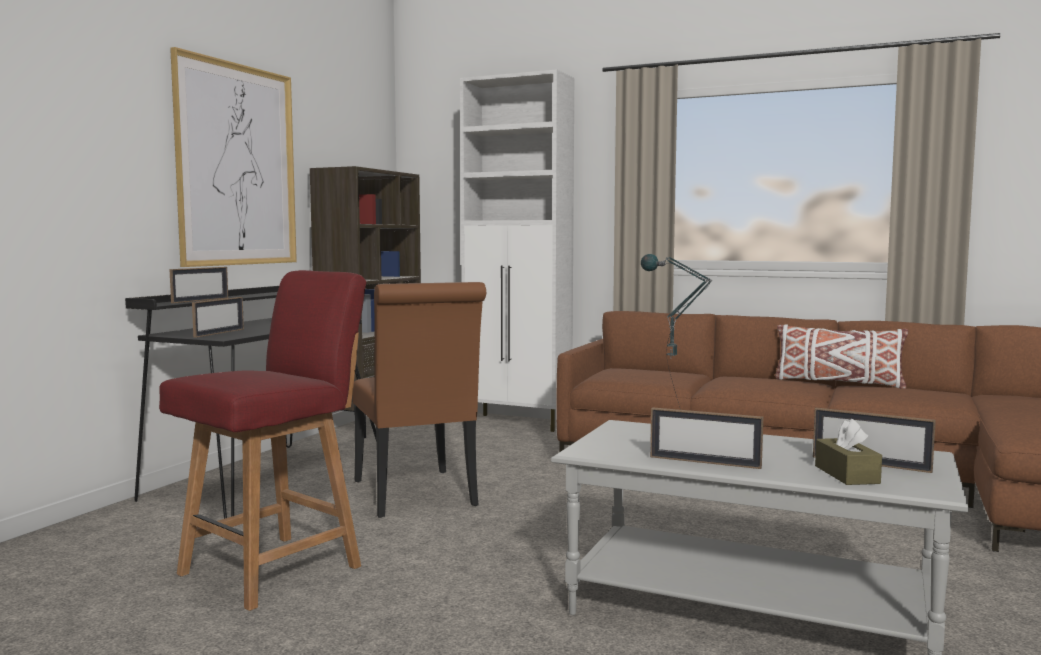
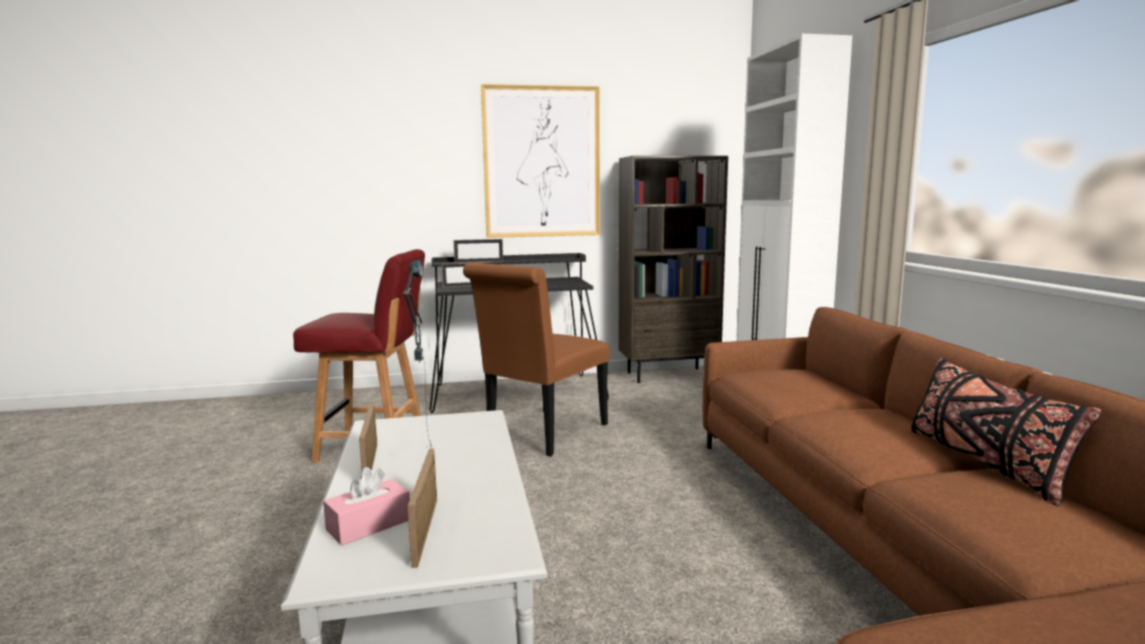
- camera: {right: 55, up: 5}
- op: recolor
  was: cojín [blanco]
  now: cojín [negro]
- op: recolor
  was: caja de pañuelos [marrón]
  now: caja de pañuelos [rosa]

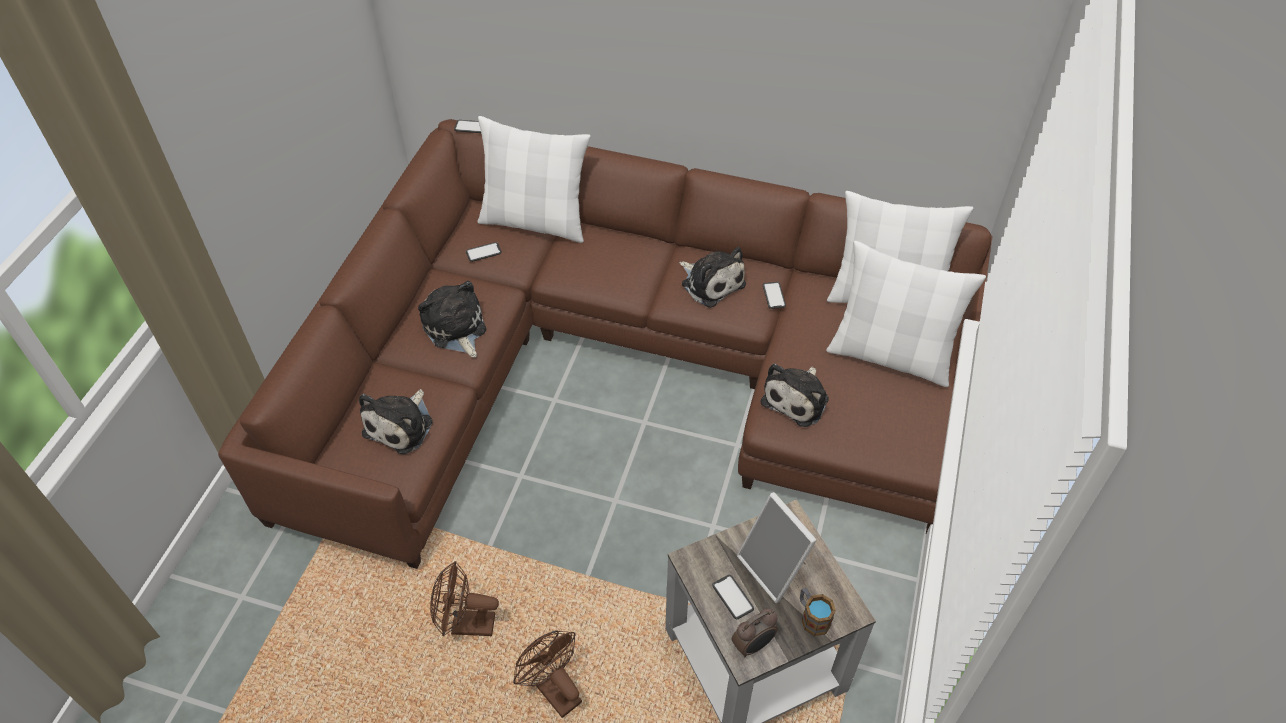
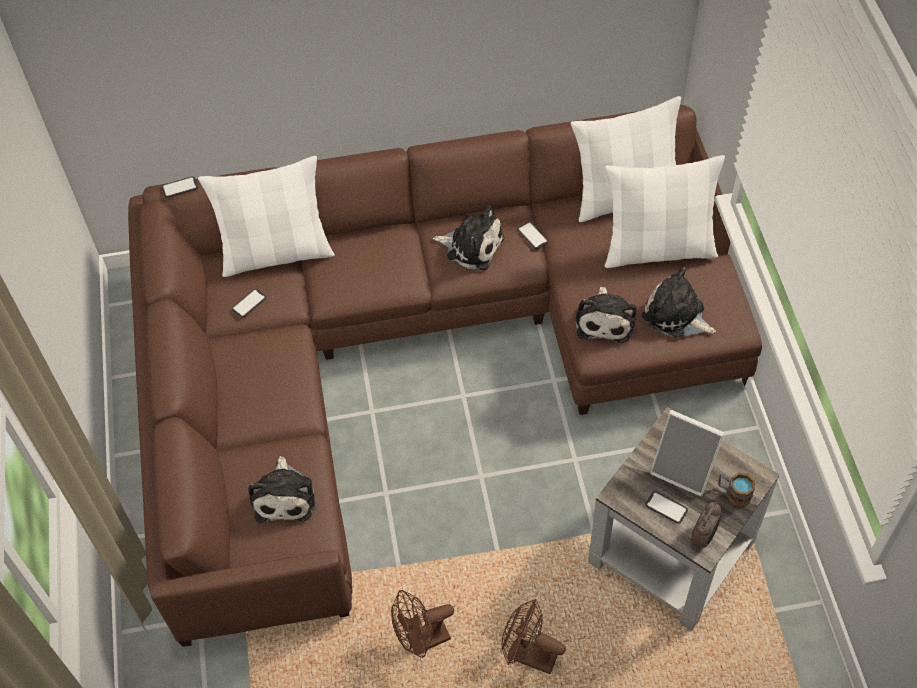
- camera: {right: -25, up: 5}
- op: move
  was: peluche (2nd from left in the first image)
  now: peluche (4th from left)

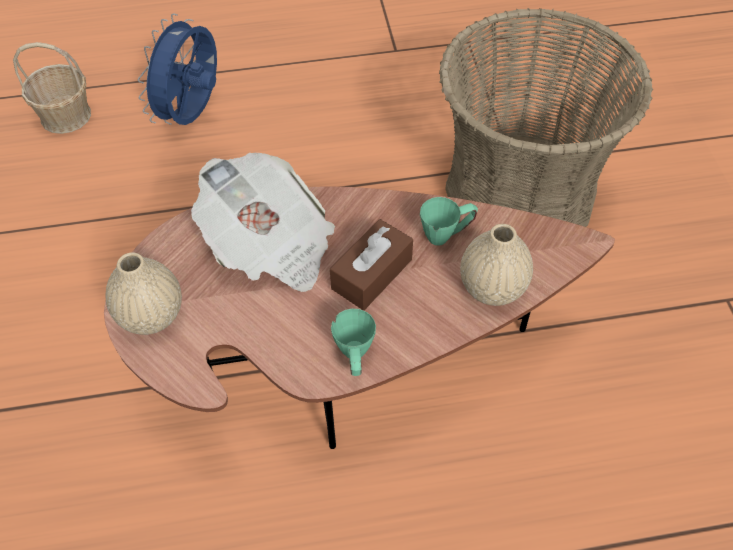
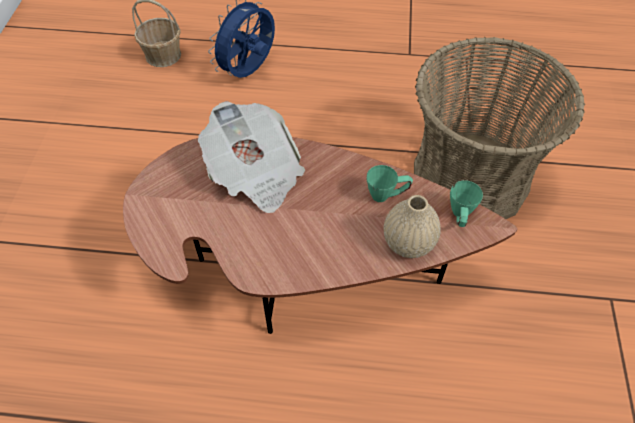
- camera: {right: 15, up: 0}
- op: delete
  was: florero [beis] (1st from left)
- op: delete
  was: caja de pañuelos [marrón]
- op: move
  was: taza grande [verde] (1st from left in the first image)
  now: taza grande [verde] (2nd from left)

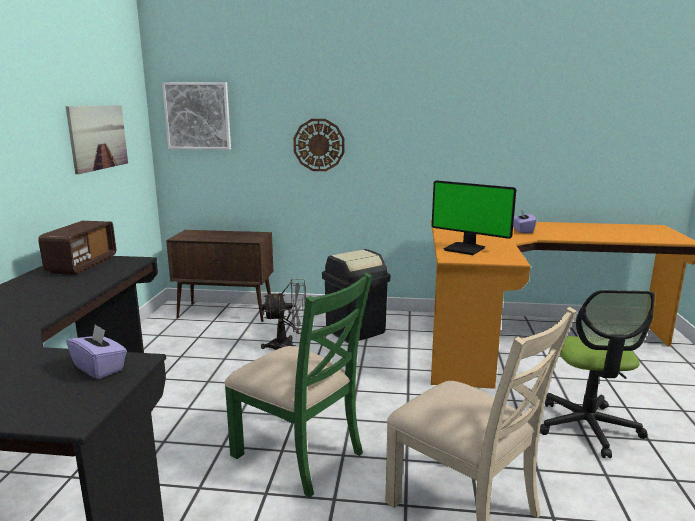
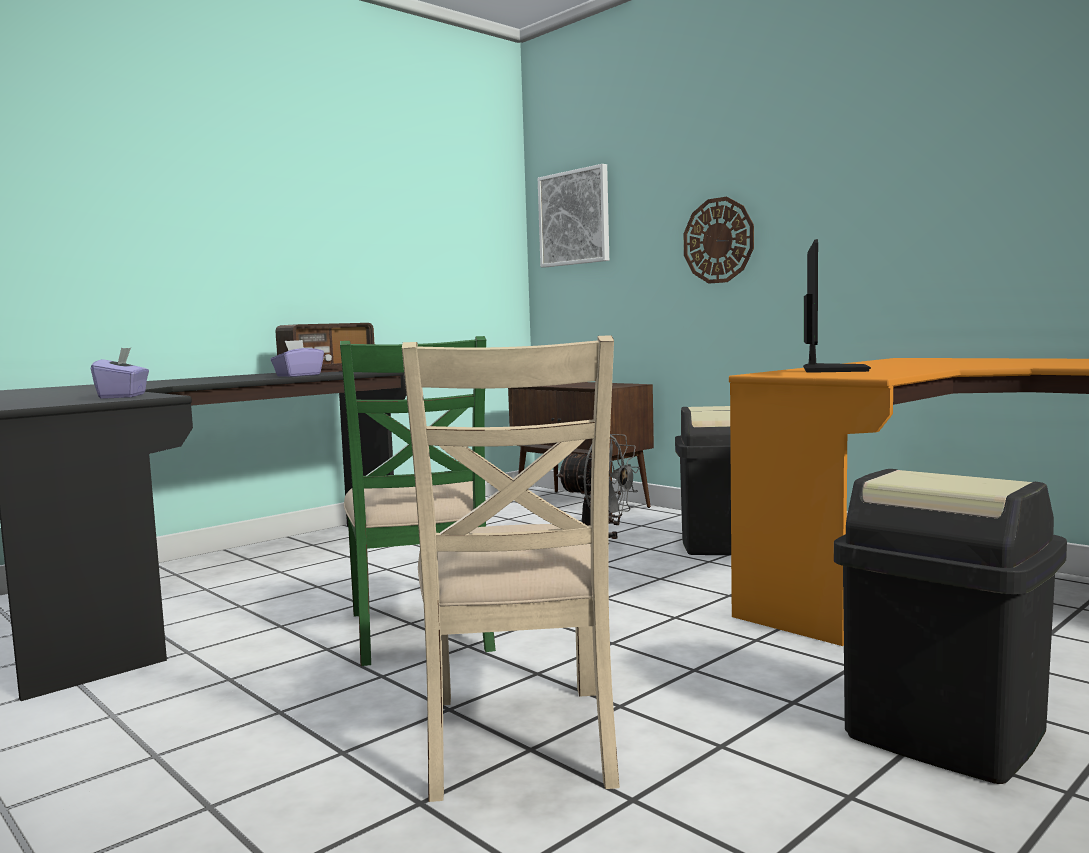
- camera: {right: 40, up: -10}
- op: delete
  was: cuadro (1st from left)
- op: move
  was: caja de pañuelos [morado] (2nd from left)
- op: replace
  was: silla de oficina
  now: papelera [negro] (2nd from left)
- op: rotate
  was: monitor
  clockwise: -150

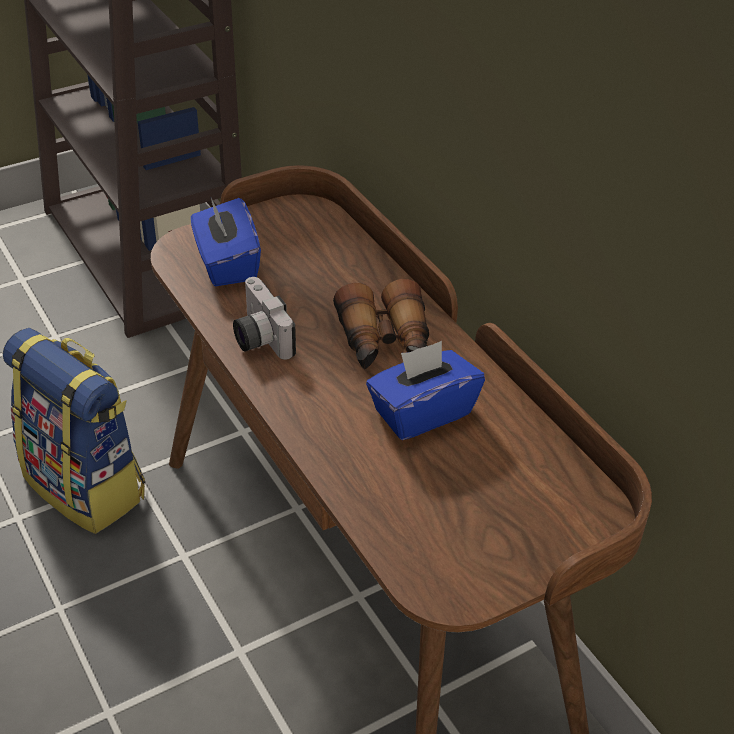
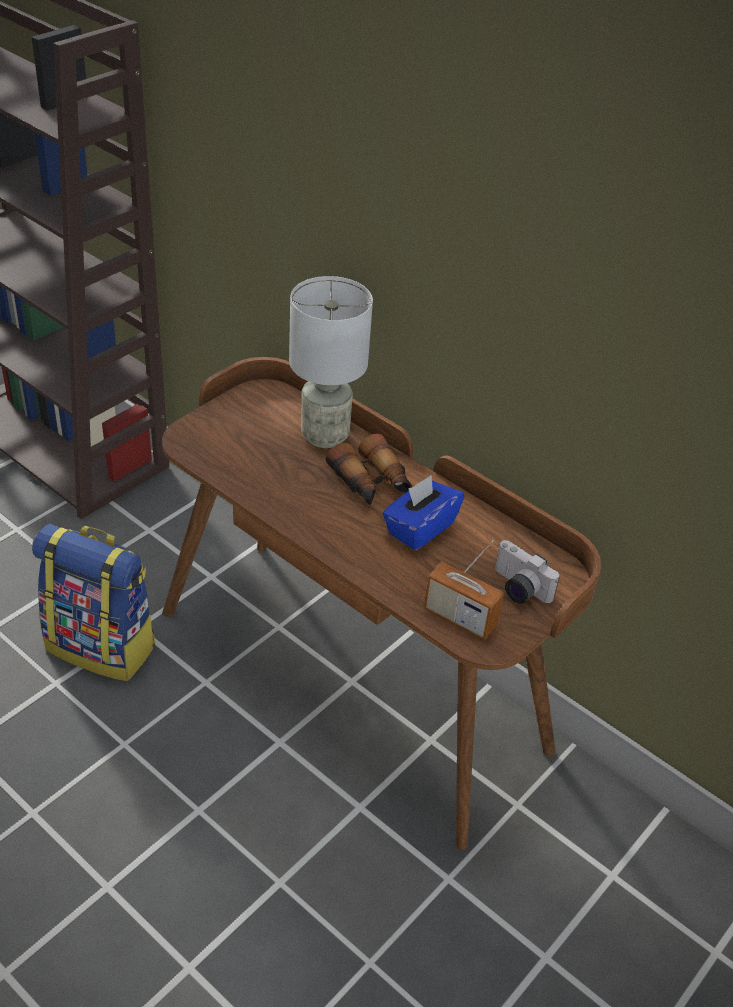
- camera: {right: -20, up: 0}
- op: delete
  was: caja de pañuelos [azul] (1st from left)
- op: insert
  now: lámpara de mesa [gris]
- op: insert
  now: radio
- op: move
  was: cámara

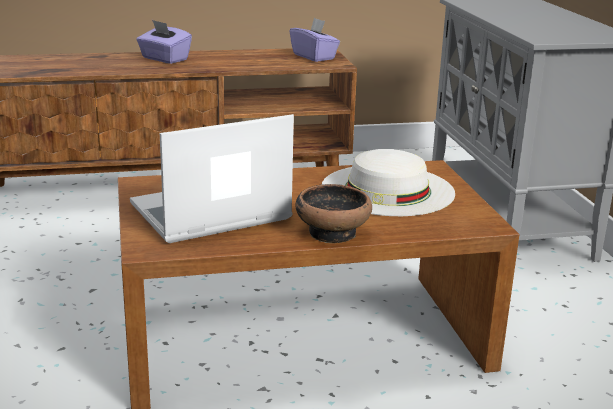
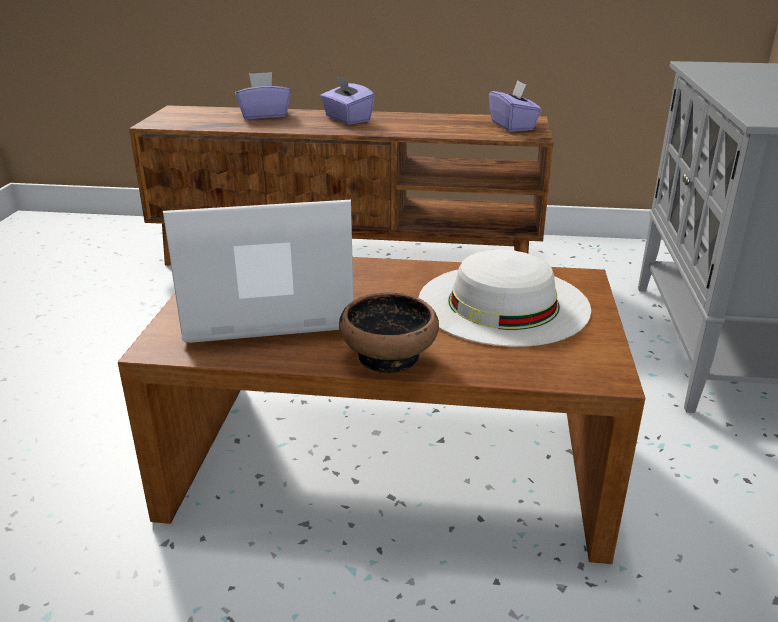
- camera: {right: 20, up: 5}
- op: insert
  now: caja de pañuelos [morado] (1st from left)

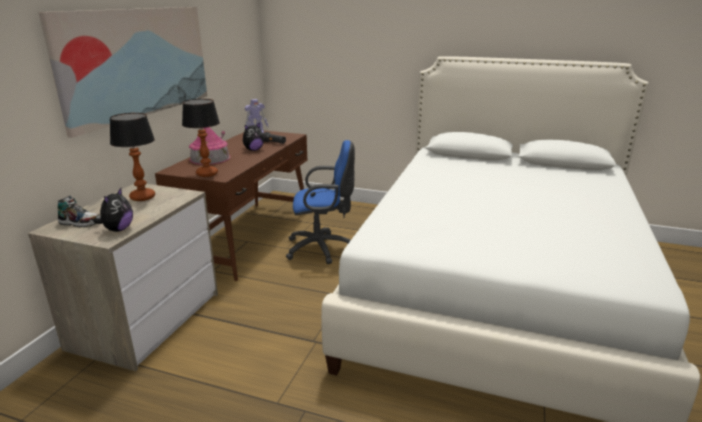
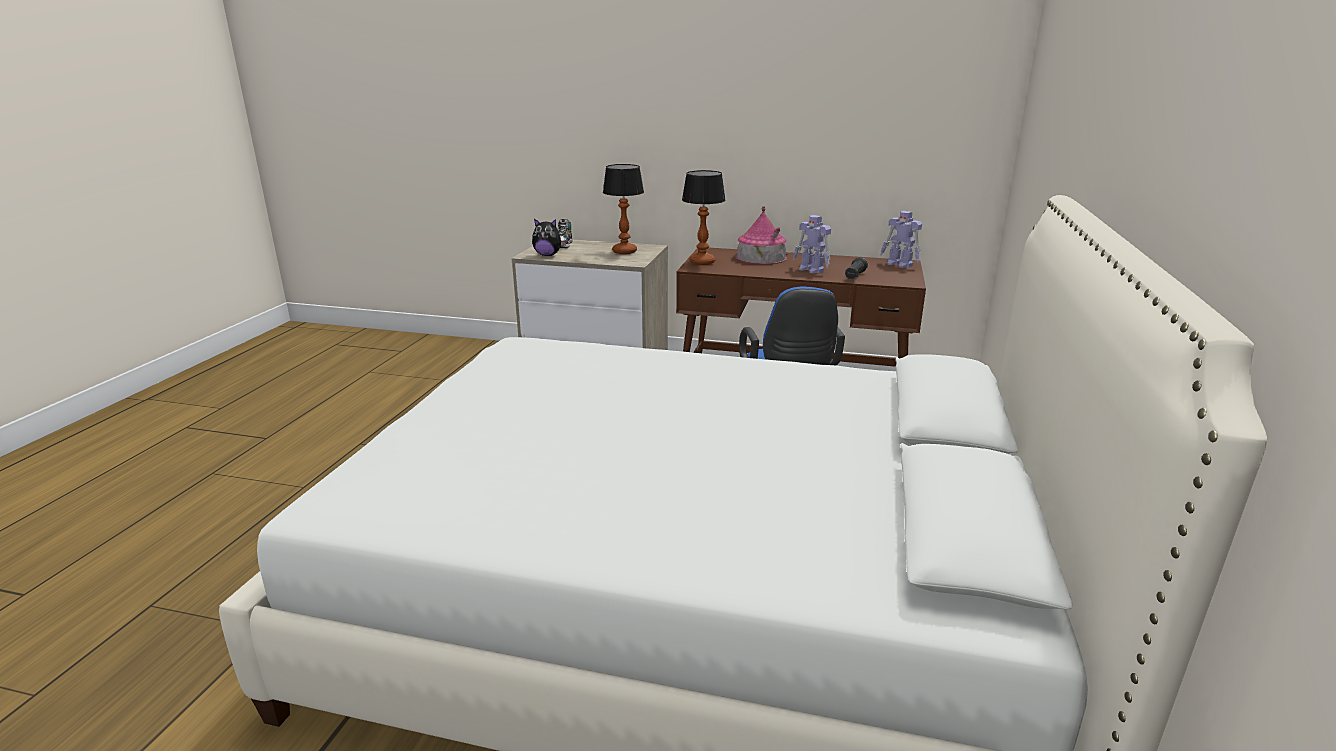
- camera: {right: 85, up: 0}
- op: delete
  was: cuadro
- op: replace
  was: peluche (2nd from left)
  now: robot de juguete (1st from left)

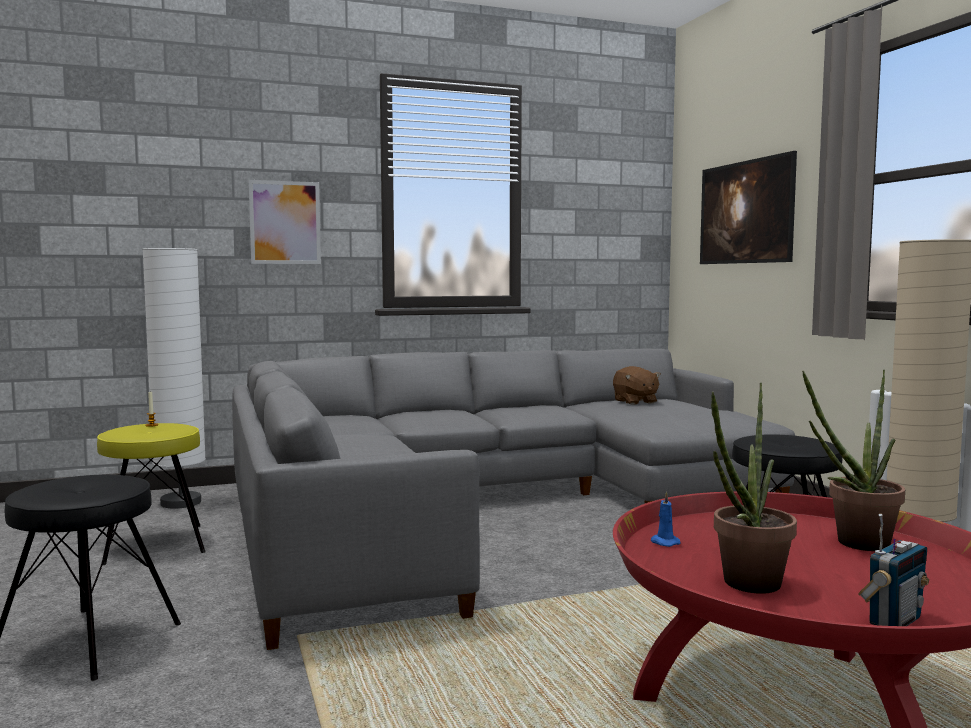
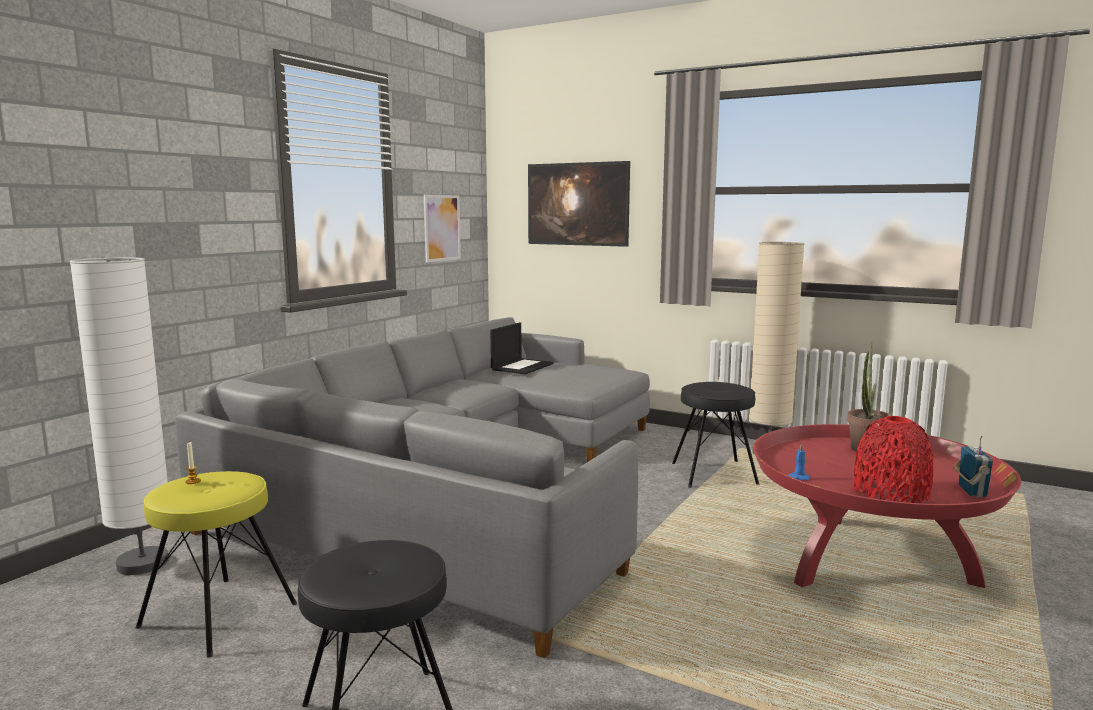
- camera: {right: -40, up: 5}
- op: move
  was: cuadro (1st from left)
- op: replace
  was: peluche [marrón]
  now: portátil
- op: replace
  was: planta en maceta (1st from left)
  now: florero [rojo]

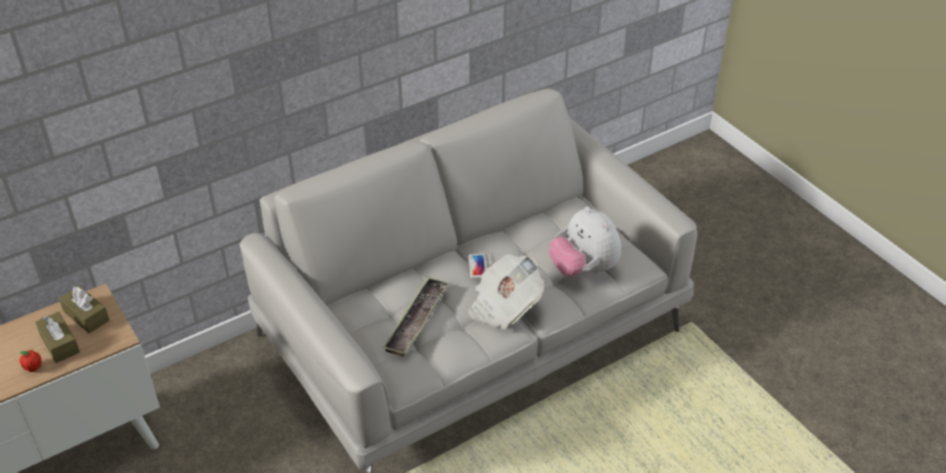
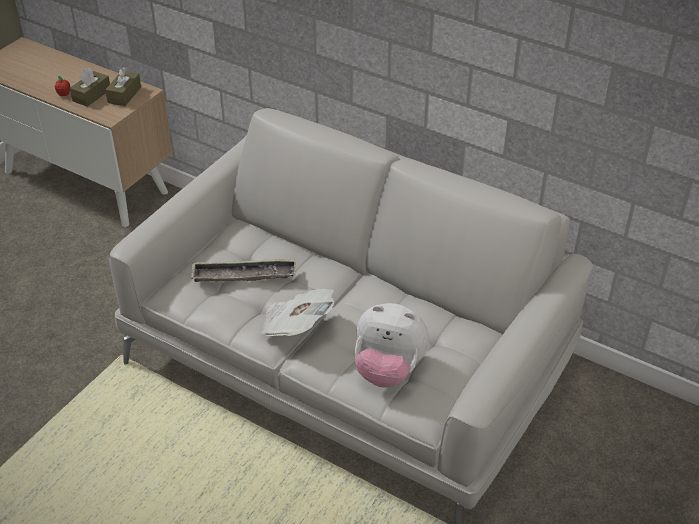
- camera: {right: 65, up: 0}
- op: delete
  was: móvil
- op: rotate
  was: peluche
  clockwise: -105

